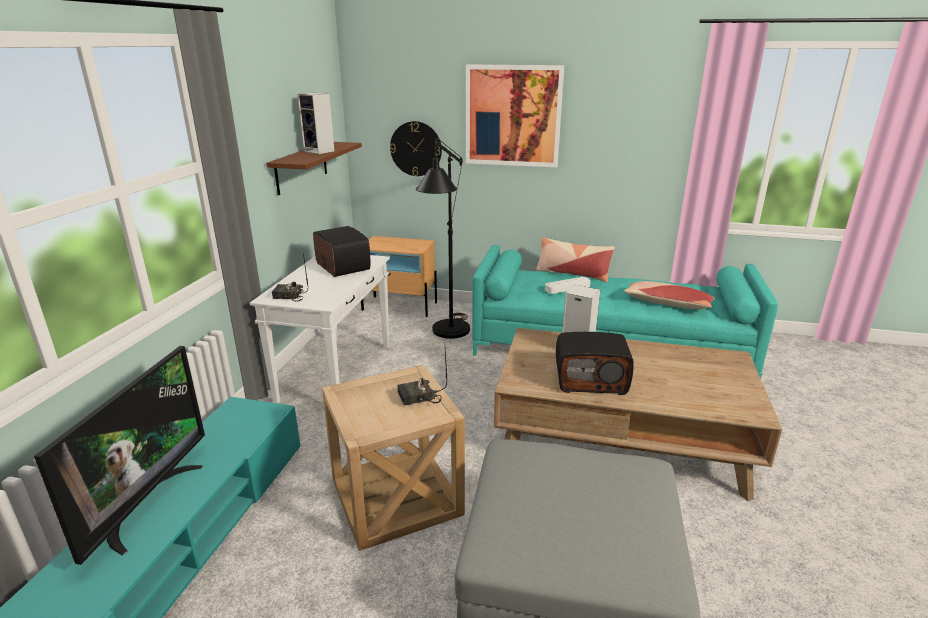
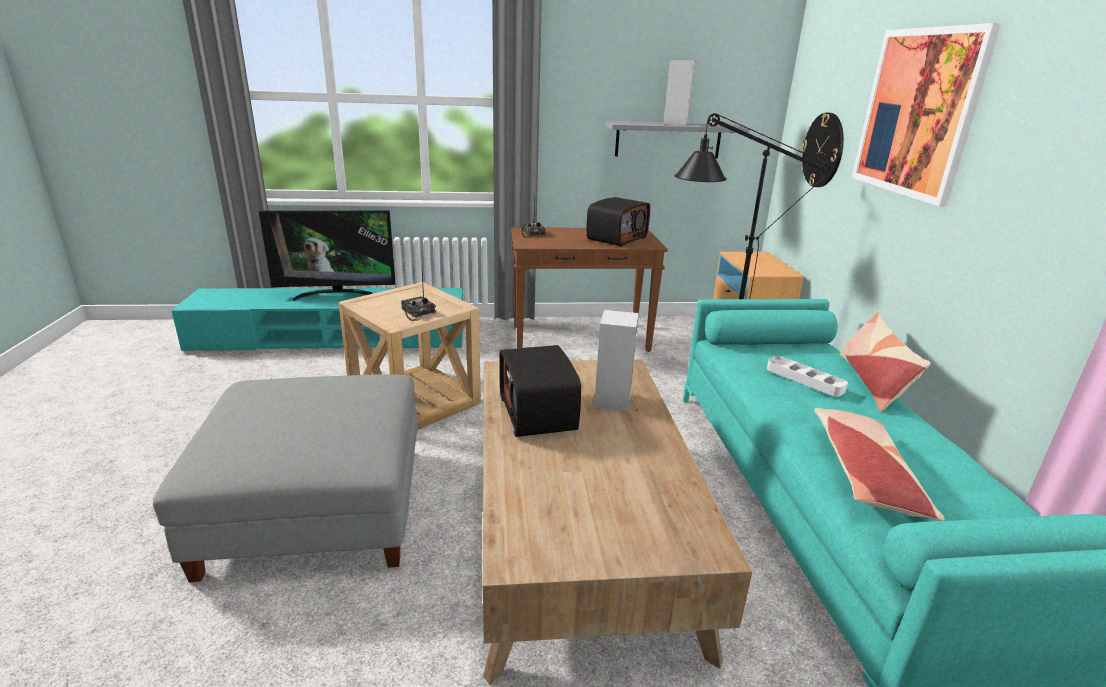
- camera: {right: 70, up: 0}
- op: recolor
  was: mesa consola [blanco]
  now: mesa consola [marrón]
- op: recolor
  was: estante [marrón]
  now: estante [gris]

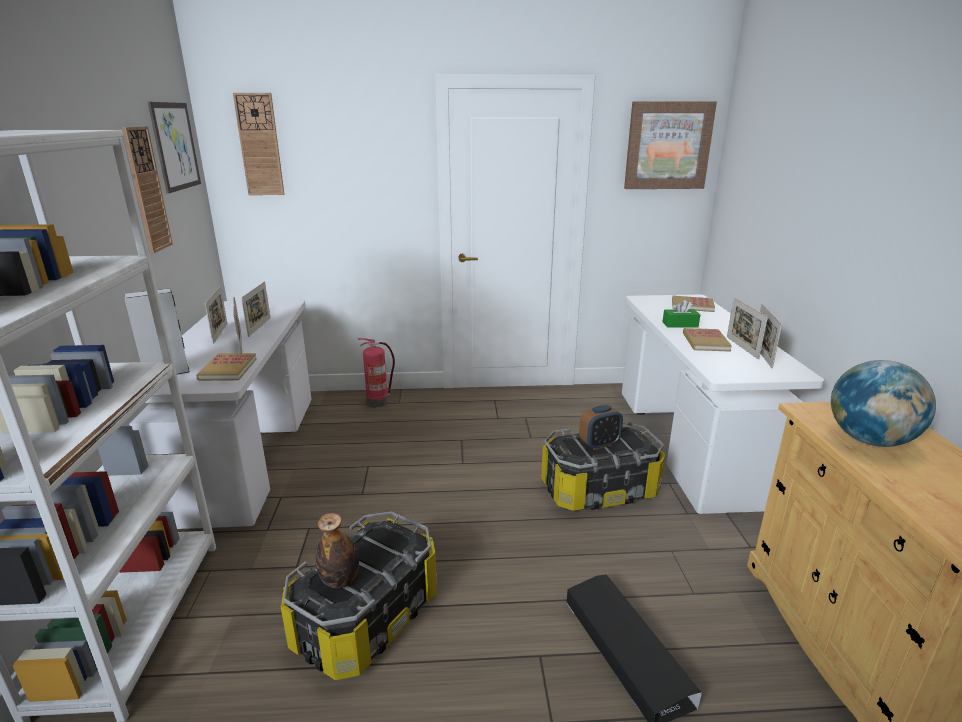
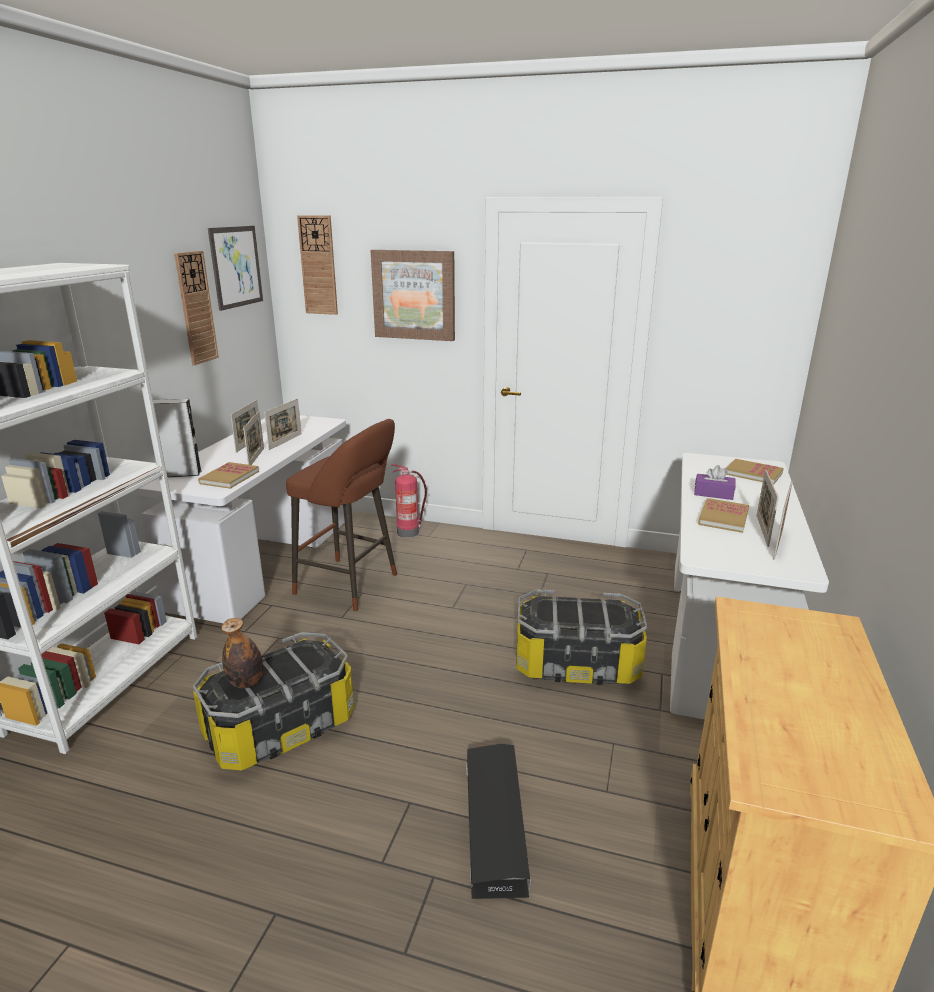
- camera: {right: 20, up: 0}
- op: delete
  was: despertador
- op: delete
  was: globo terráqueo
- op: insert
  now: taburete [marrón]
- op: move
  was: cuadro (2nd from left)
- op: recolor
  was: caja de pañuelos [verde]
  now: caja de pañuelos [morado]

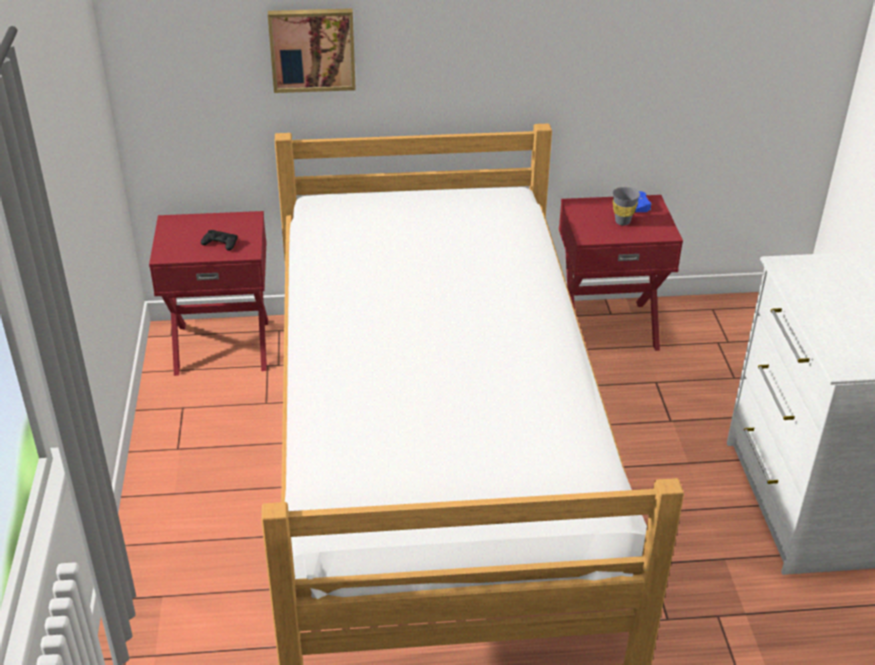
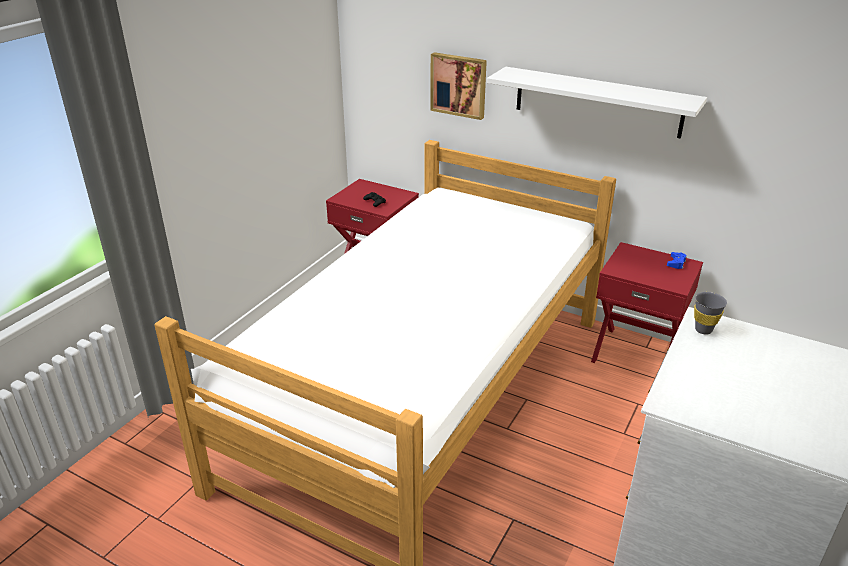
- camera: {right: 35, up: -5}
- op: insert
  now: estante [blanco]
- op: move
  was: taza [gris]

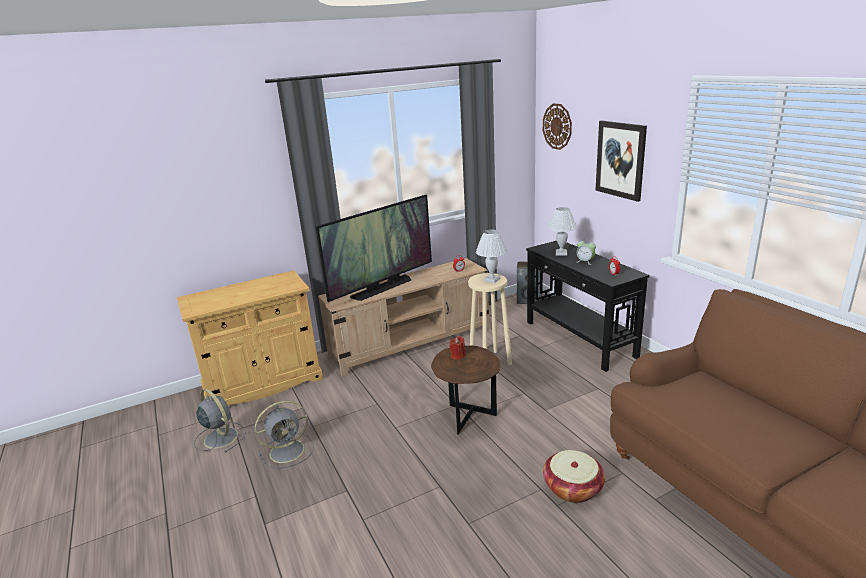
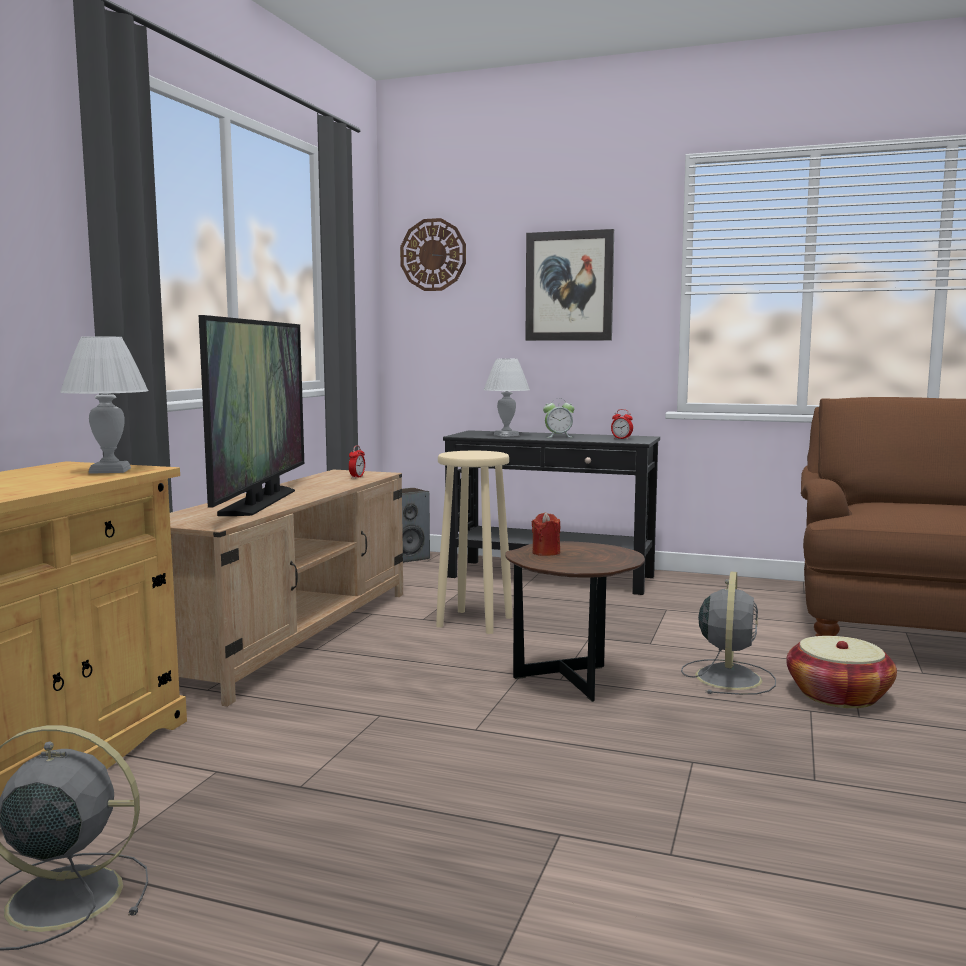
- camera: {right: -45, up: -15}
- op: move
  was: ventilador [gris] (2nd from left)
- op: move
  was: lámpara de mesa [blanco] (1st from left)

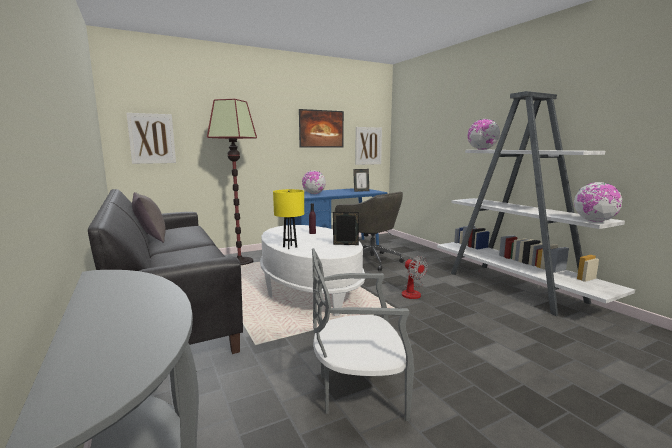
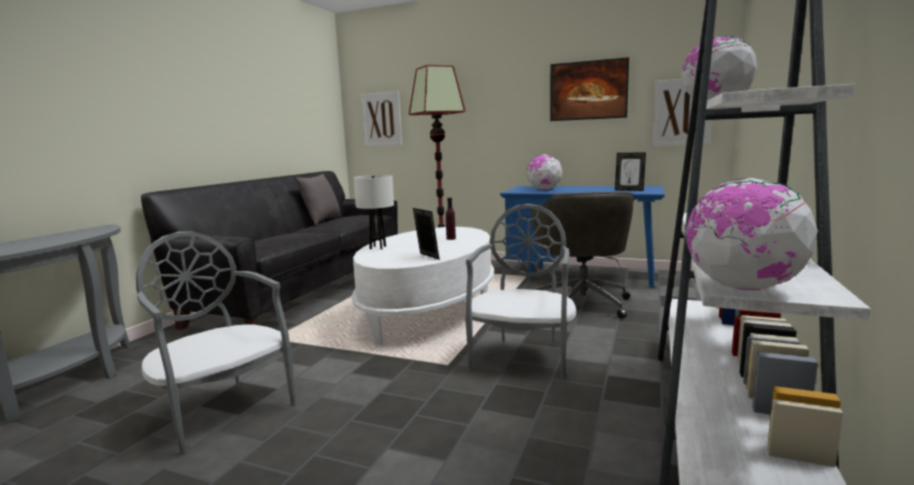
- camera: {right: 50, up: 0}
- op: replace
  was: ventilador
  now: silla [gris] (2nd from left)
- op: recolor
  was: lámpara de mesa [amarillo]
  now: lámpara de mesa [blanco]

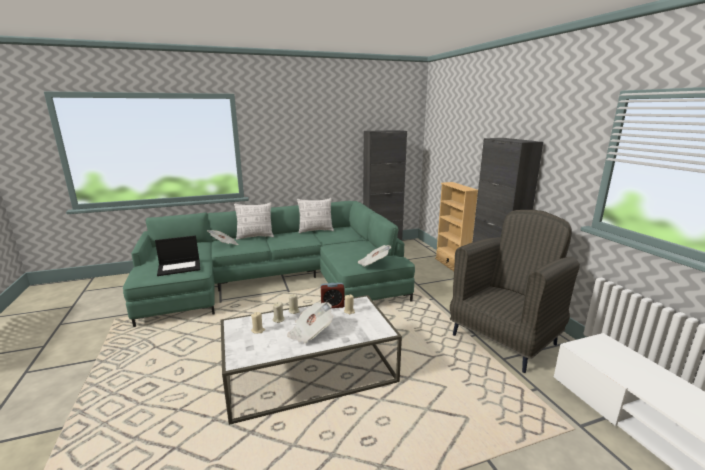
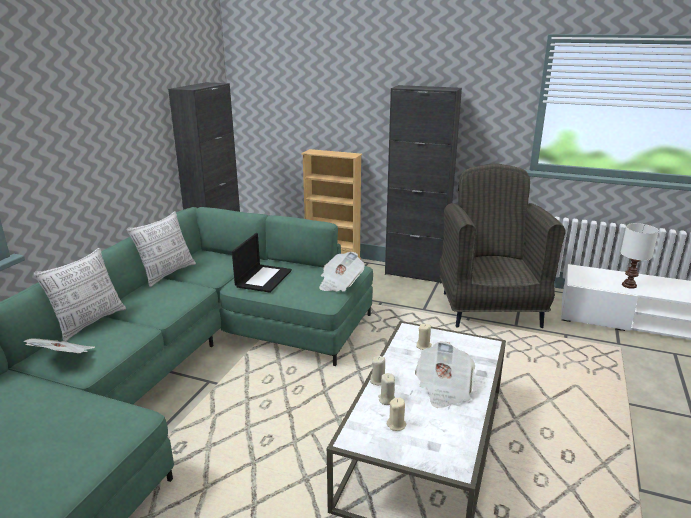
- camera: {right: -50, up: 5}
- op: delete
  was: despertador
- op: insert
  now: lámpara de mesa [blanco]
- op: move
  was: portátil

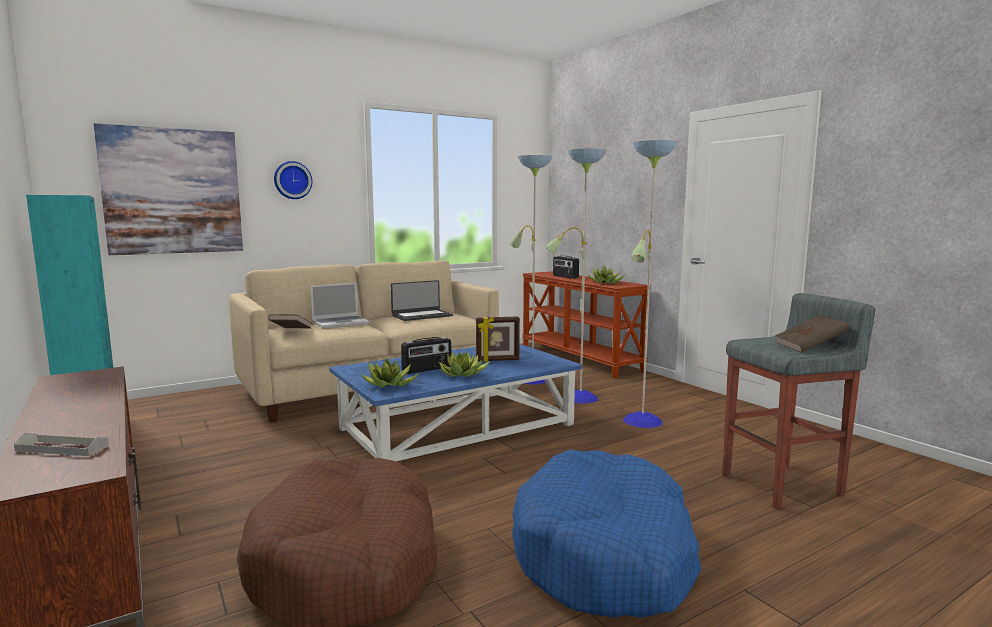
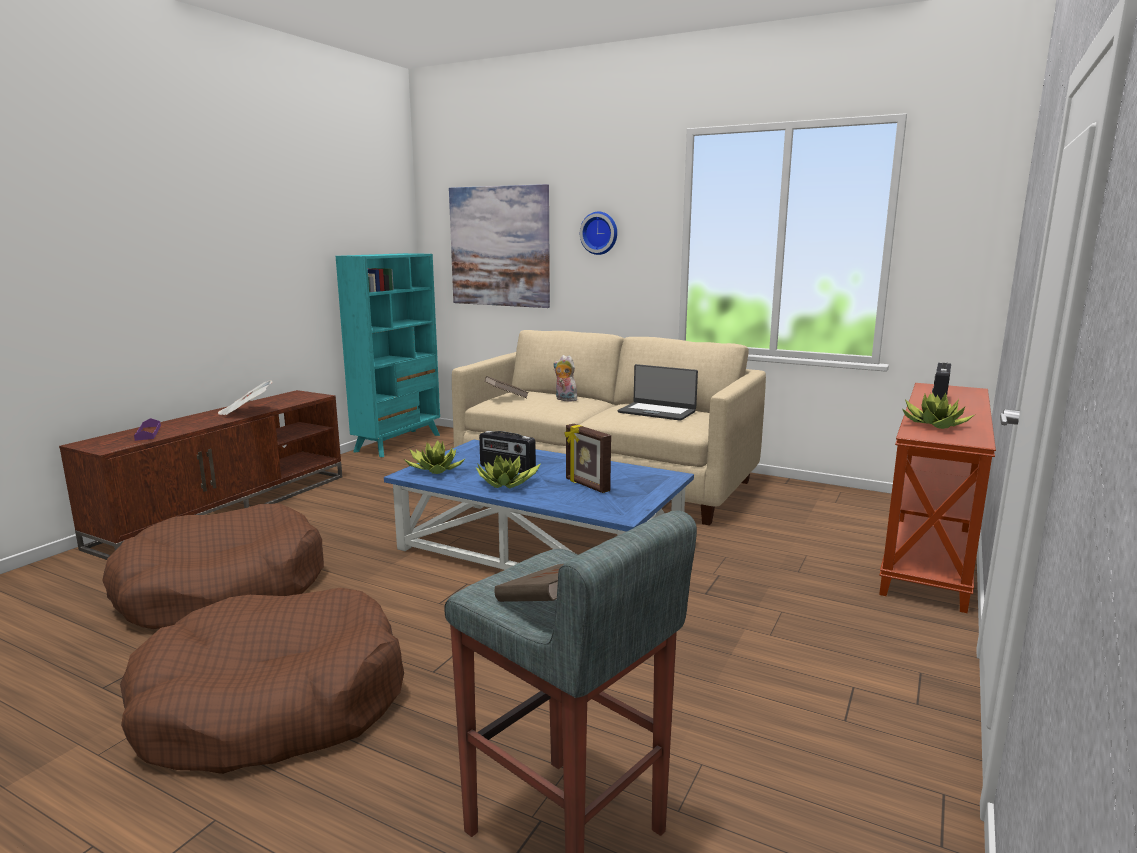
- camera: {right: 60, up: 5}
- op: delete
  was: lámpara de pie
- op: insert
  now: periódico
- op: replace
  was: portátil (1st from left)
  now: peluche
- op: recolor
  was: bandeja [gris]
  now: bandeja [morado]
- op: recolor
  was: cama para perro [azul]
  now: cama para perro [marrón] (2nd from left)

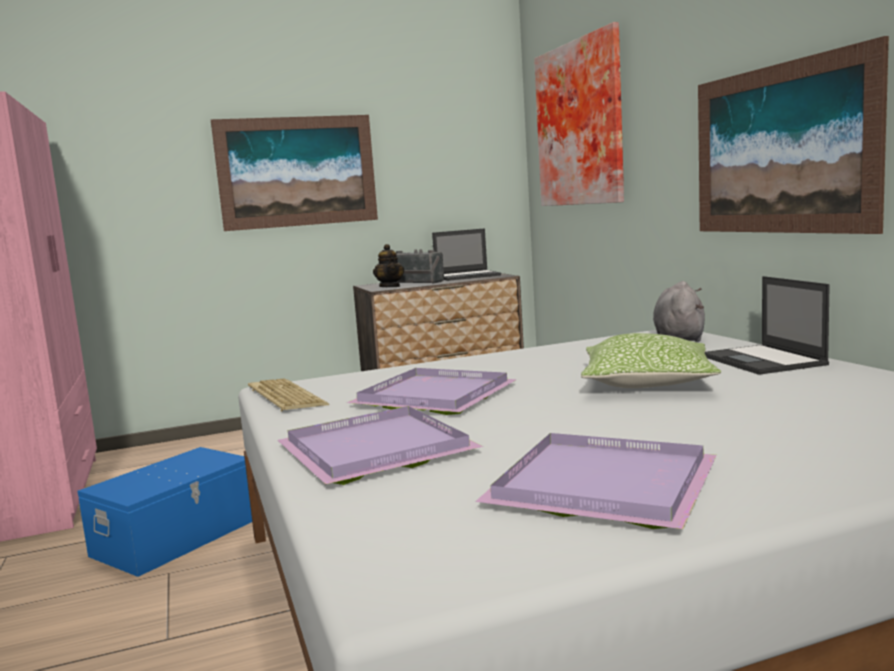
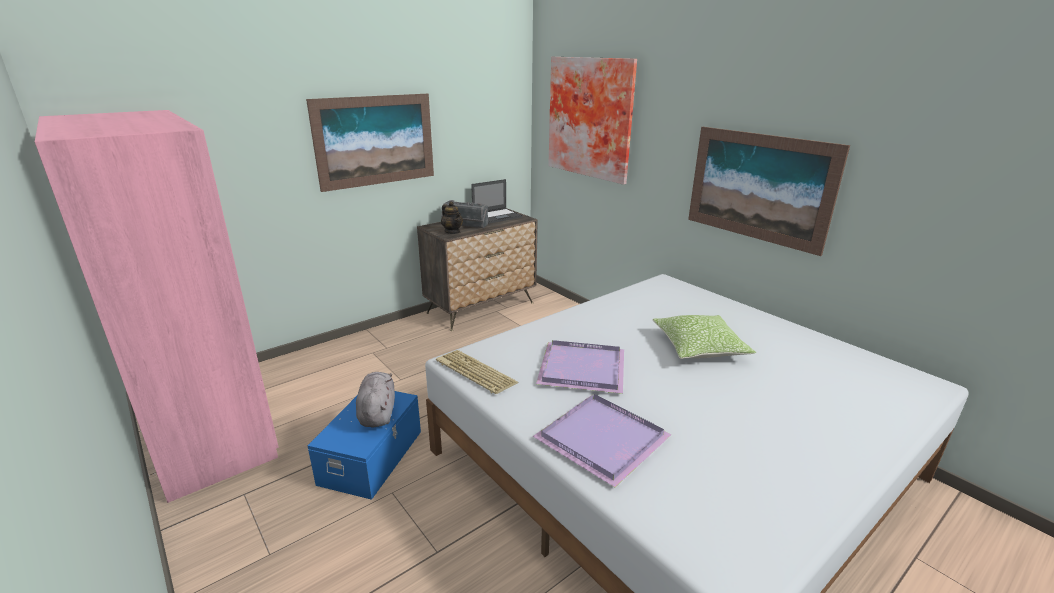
- camera: {right: -20, up: 15}
- op: delete
  was: bandeja [morado] (3rd from left)
- op: delete
  was: portátil (2nd from left)
- op: move
  was: peluche [gris]

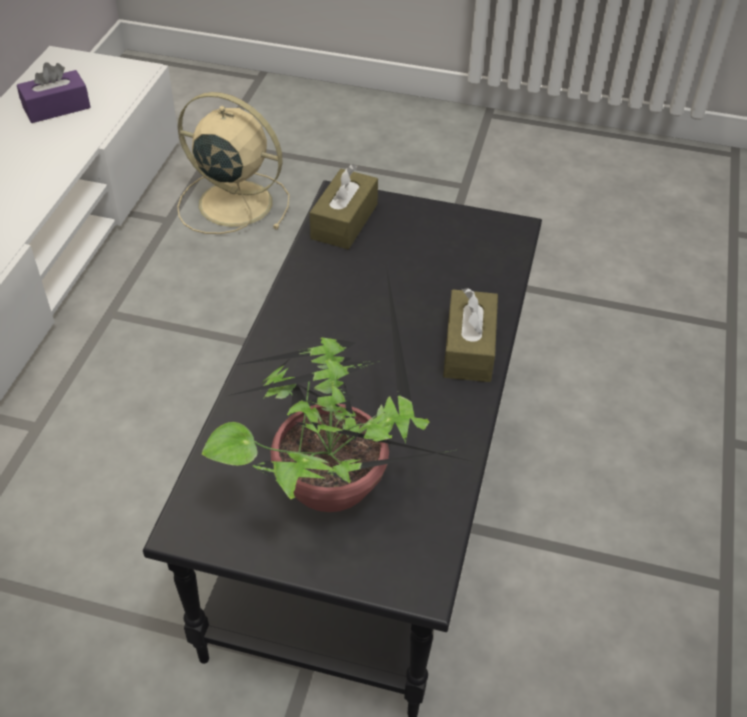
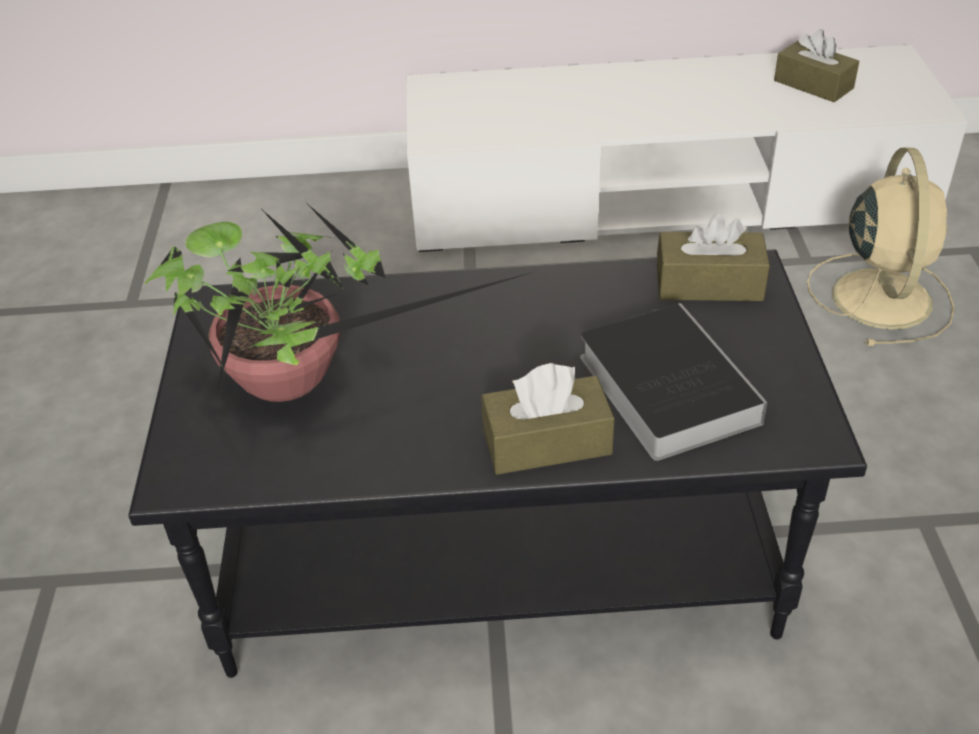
- camera: {right: 75, up: -5}
- op: insert
  now: libro
- op: recolor
  was: caja de pañuelos [morado]
  now: caja de pañuelos [marrón] (3rd from left)

